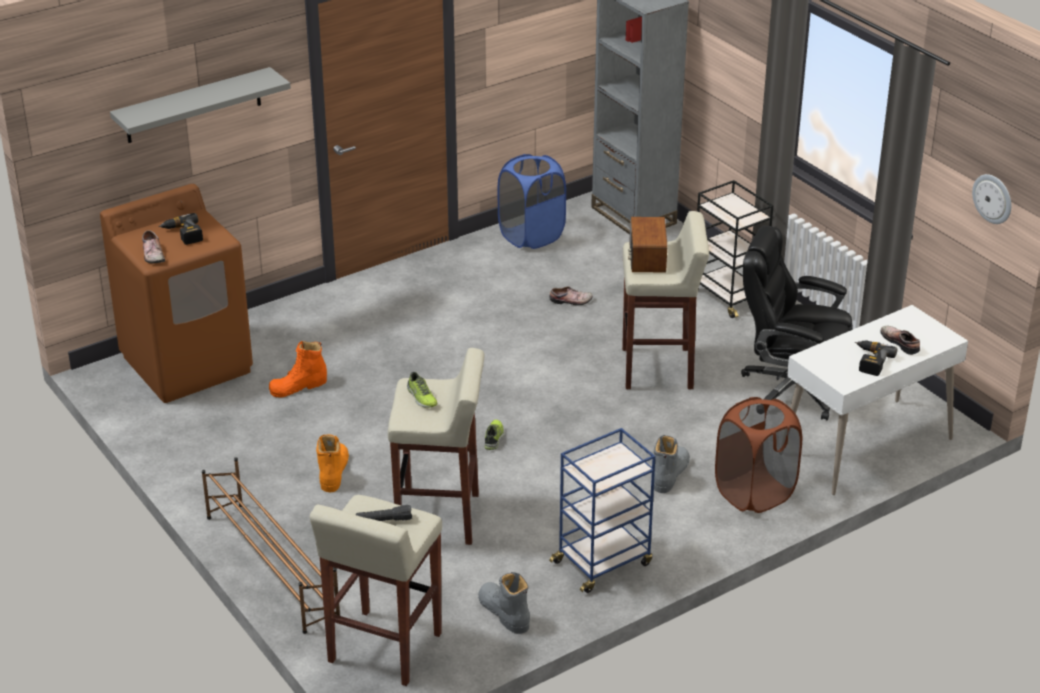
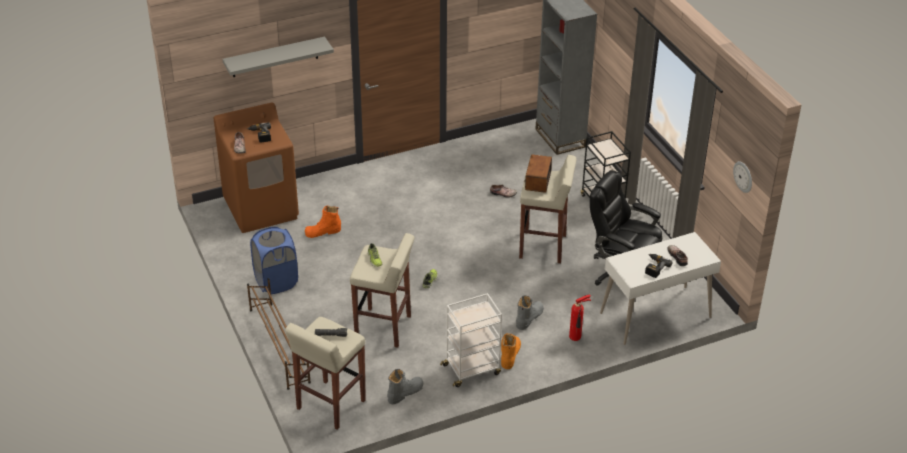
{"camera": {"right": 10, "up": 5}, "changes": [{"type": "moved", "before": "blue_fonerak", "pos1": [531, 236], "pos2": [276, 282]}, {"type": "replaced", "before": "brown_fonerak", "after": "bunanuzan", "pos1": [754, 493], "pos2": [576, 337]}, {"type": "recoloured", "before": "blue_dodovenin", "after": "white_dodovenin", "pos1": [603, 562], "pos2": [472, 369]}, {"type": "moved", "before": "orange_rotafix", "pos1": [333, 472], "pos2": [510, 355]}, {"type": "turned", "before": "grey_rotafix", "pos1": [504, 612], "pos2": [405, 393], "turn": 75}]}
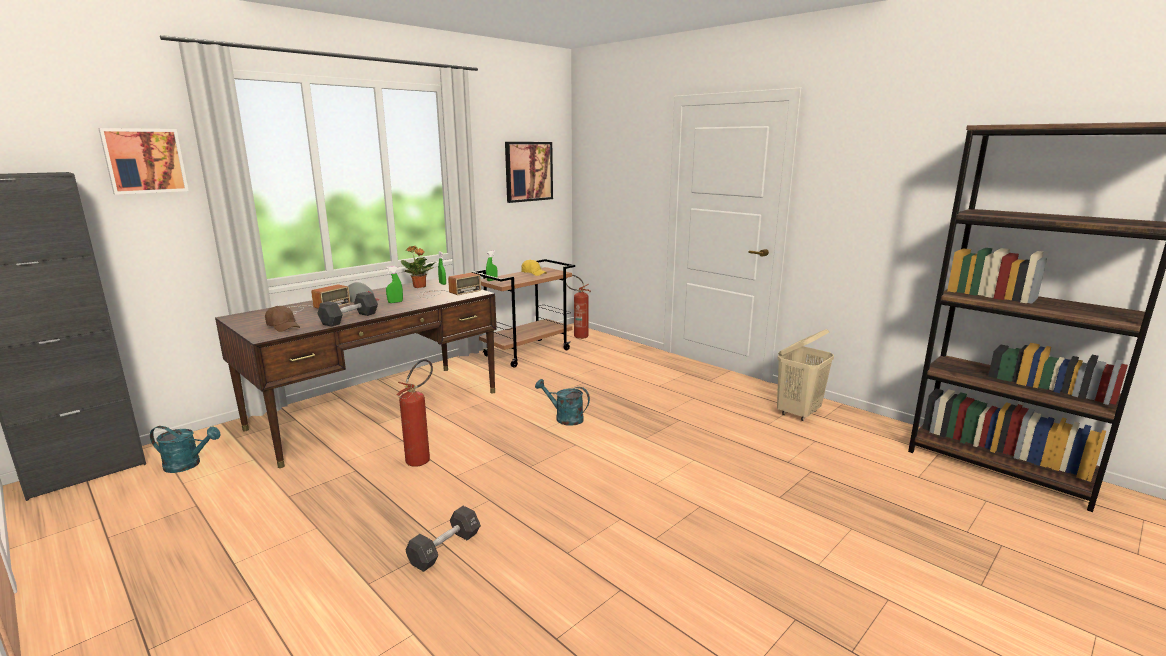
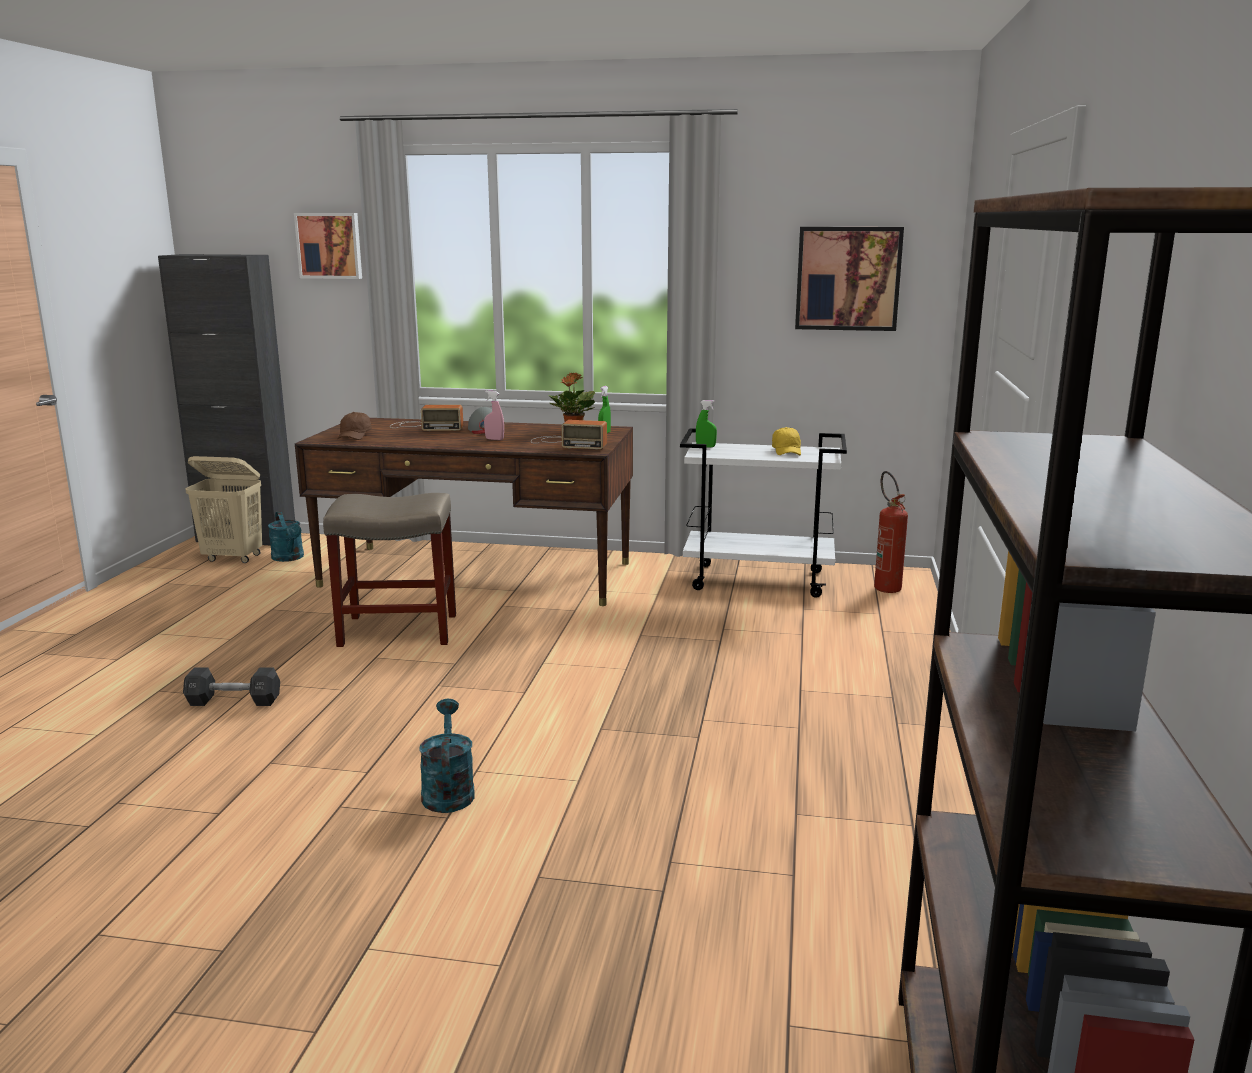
{"camera": {"right": 55, "up": 0}, "changes": [{"type": "recoloured", "before": "brown_dodovenin", "after": "white_dodovenin", "pos1": [527, 352], "pos2": [759, 580]}, {"type": "recoloured", "before": "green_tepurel", "after": "pink_tepurel", "pos1": [395, 302], "pos2": [494, 439]}, {"type": "removed", "before": "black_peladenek", "pos1": [349, 319]}, {"type": "moved", "before": "beige_fonerak", "pos1": [799, 413], "pos2": [233, 558]}, {"type": "replaced", "before": "bunanuzan", "after": "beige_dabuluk", "pos1": [422, 458], "pos2": [396, 630]}, {"type": "moved", "before": "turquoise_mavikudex", "pos1": [564, 418], "pos2": [448, 790]}]}
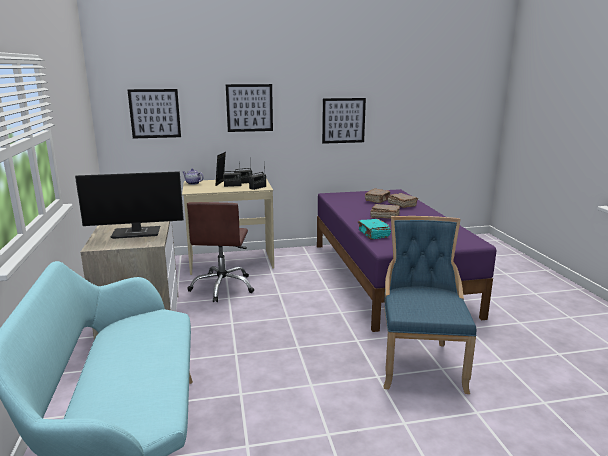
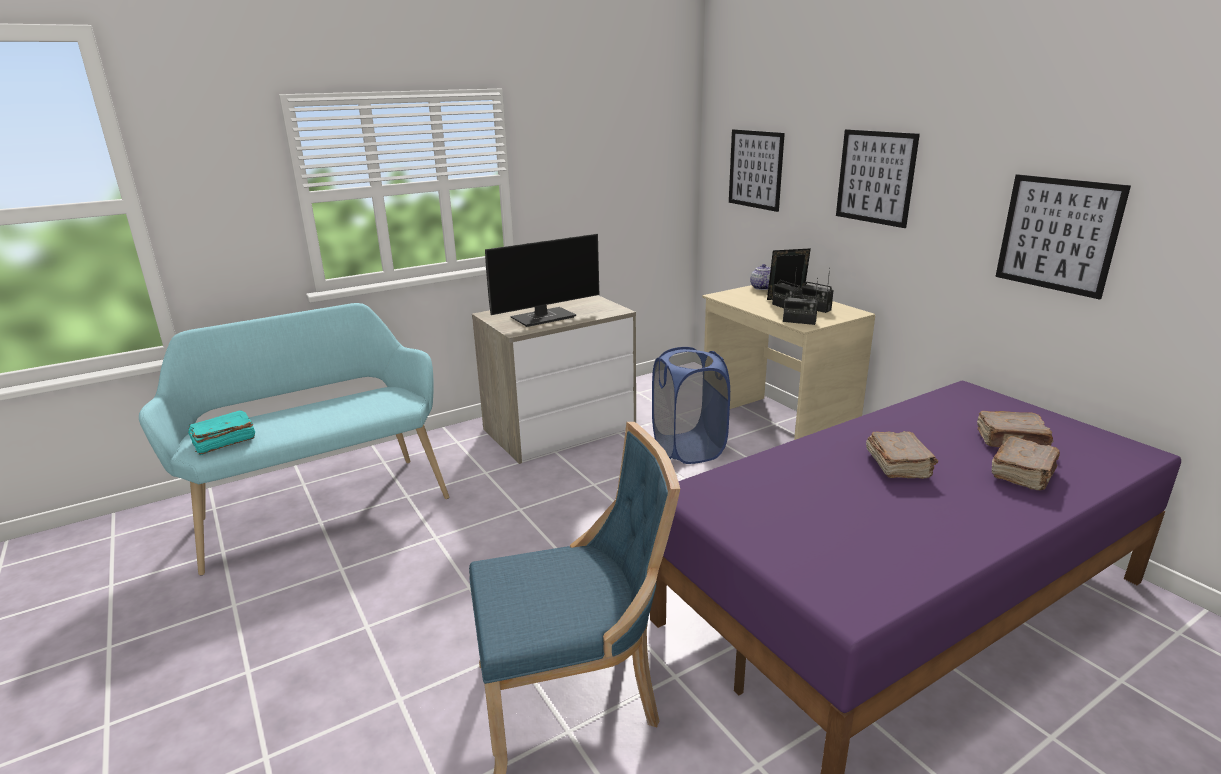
{"camera": {"right": 70, "up": 5}, "changes": [{"type": "turned", "before": "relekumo", "pos1": [137, 233], "pos2": [544, 317], "turn": -90}, {"type": "replaced", "before": "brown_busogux", "after": "blue_fonerak", "pos1": [223, 287], "pos2": [688, 448]}, {"type": "moved", "before": "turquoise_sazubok", "pos1": [373, 234], "pos2": [223, 442]}]}
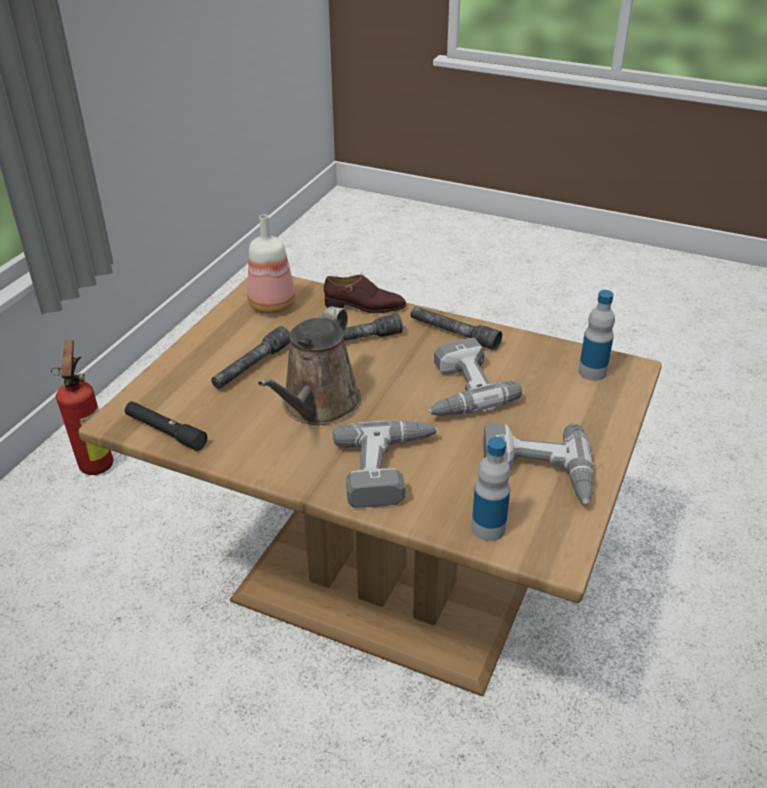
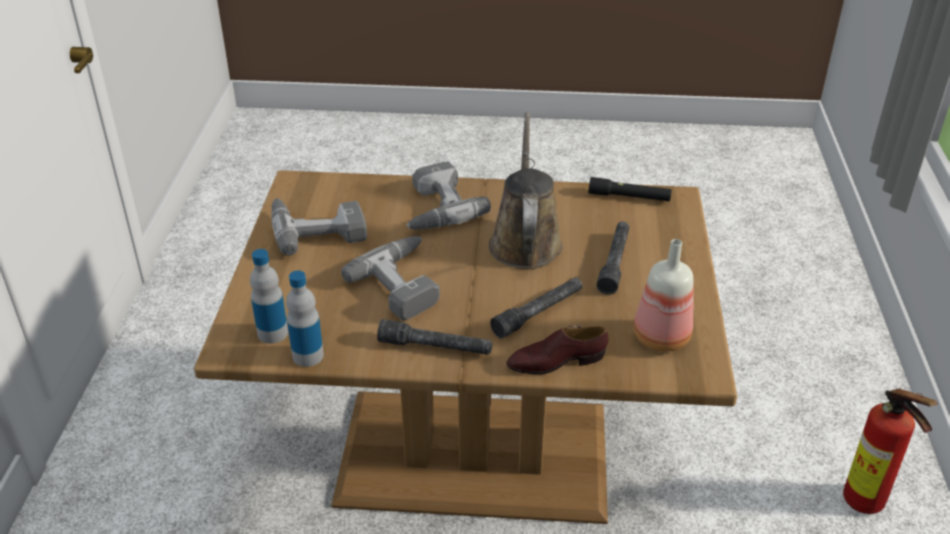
{"camera": {"right": 160, "up": 0}, "changes": [{"type": "moved", "before": "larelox", "pos1": [488, 528], "pos2": [308, 356]}]}
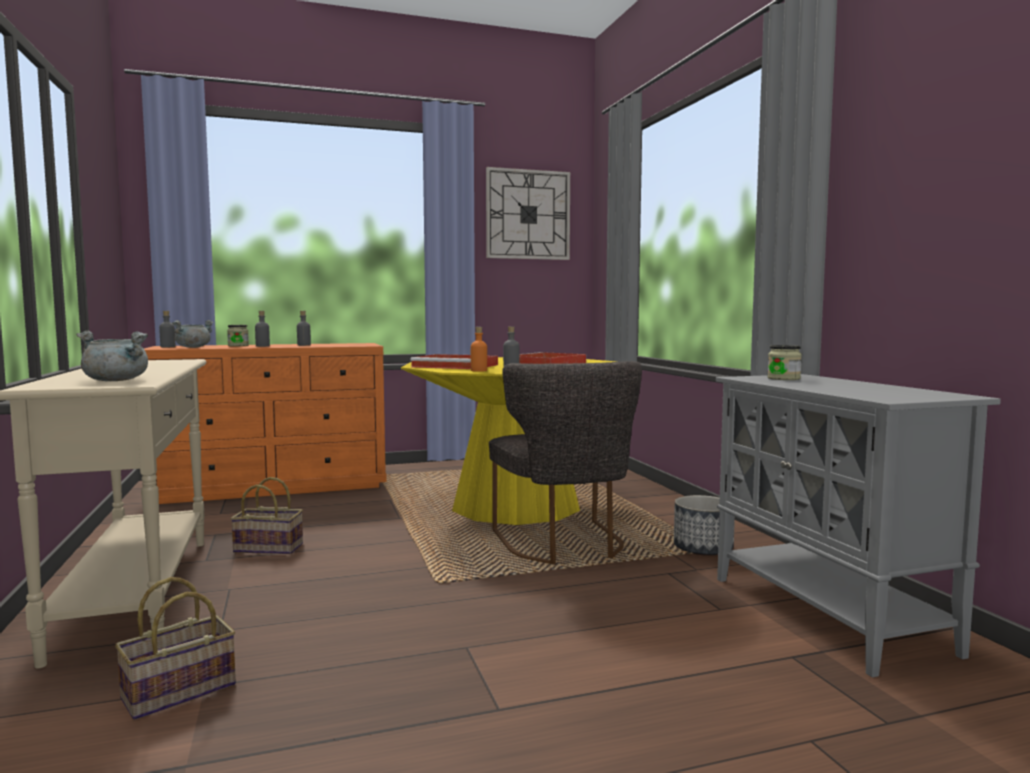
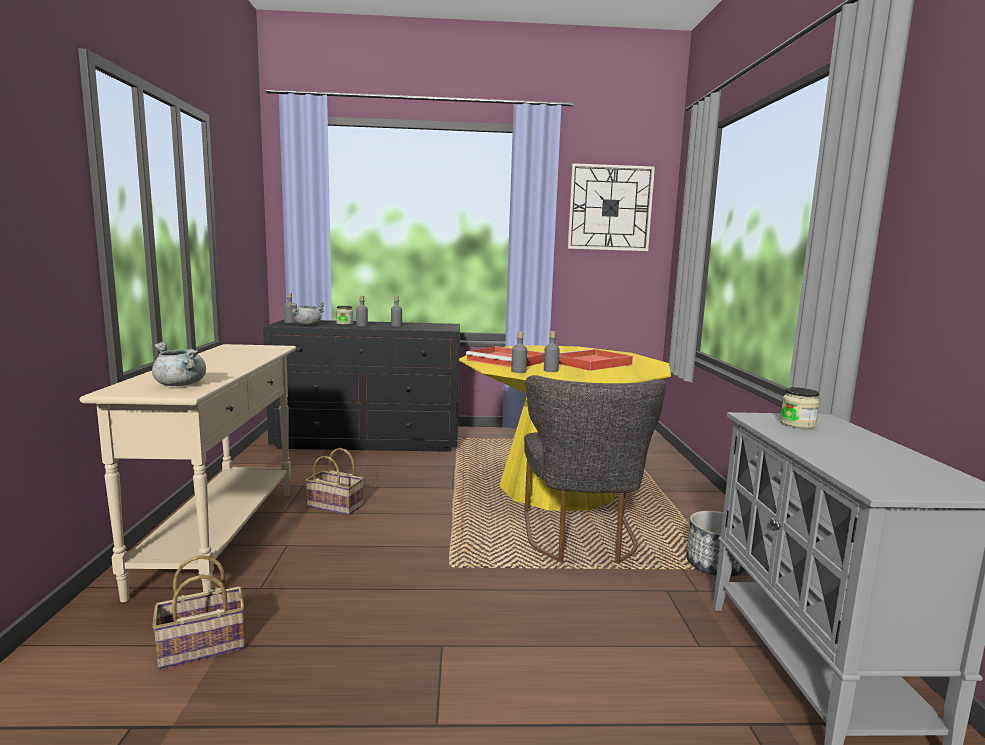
{"camera": {"right": 15, "up": 5}, "changes": [{"type": "recoloured", "before": "orange_larelox", "after": "grey_larelox", "pos1": [479, 370], "pos2": [518, 371]}, {"type": "recoloured", "before": "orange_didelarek", "after": "black_didelarek", "pos1": [275, 486], "pos2": [370, 440]}]}
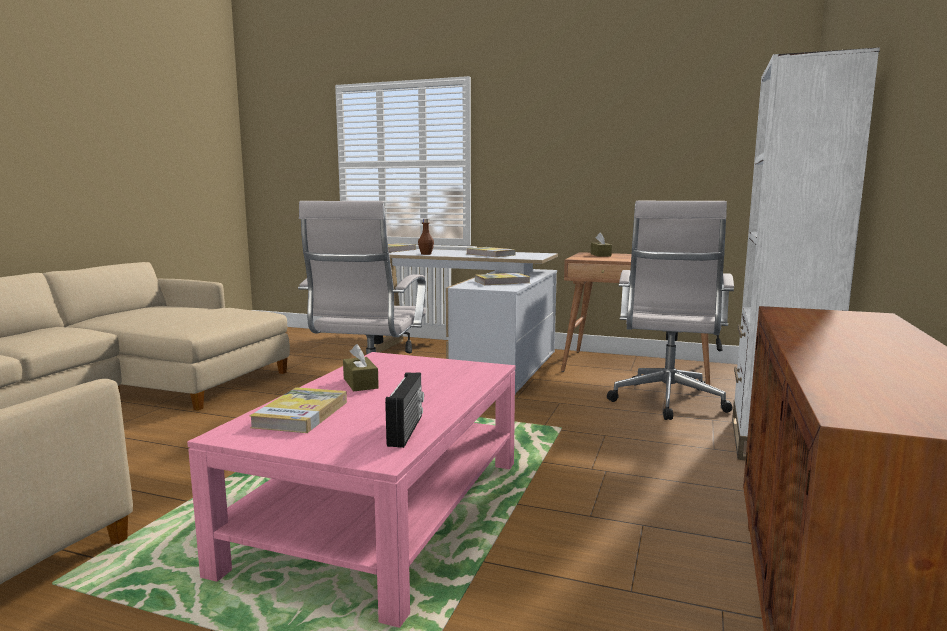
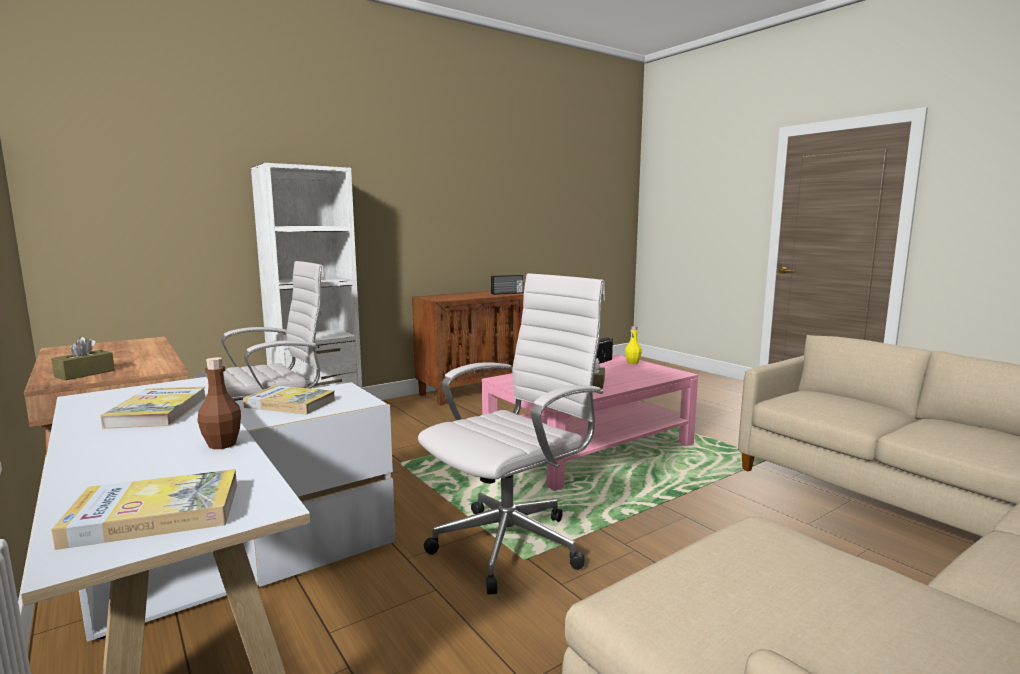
{"camera": {"right": -145, "up": 0}, "changes": [{"type": "removed", "before": "sazubok", "pos1": [301, 414]}, {"type": "added", "after": "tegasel", "pos2": [507, 293]}, {"type": "added", "after": "yellow_larelox", "pos2": [632, 363]}]}
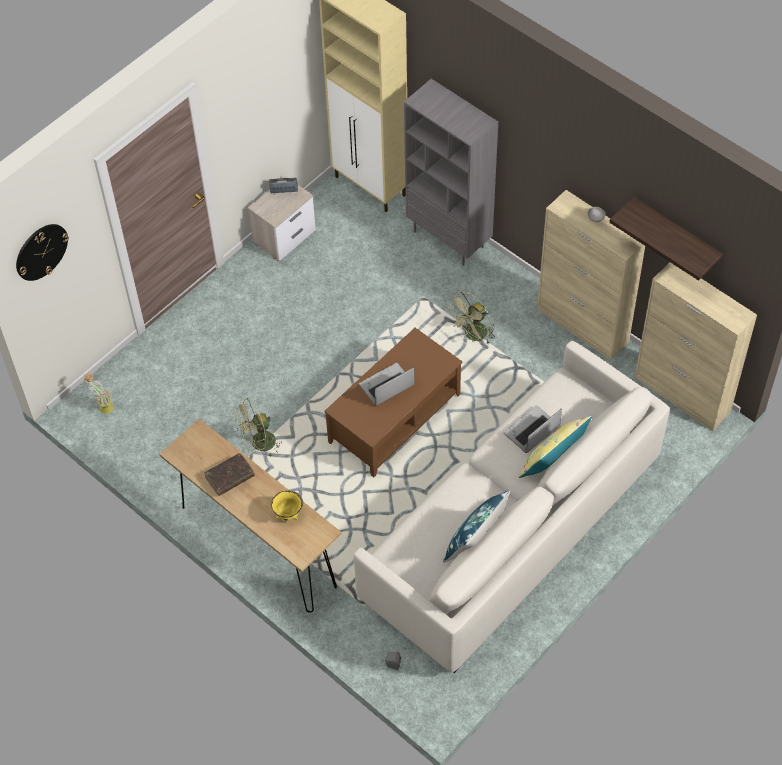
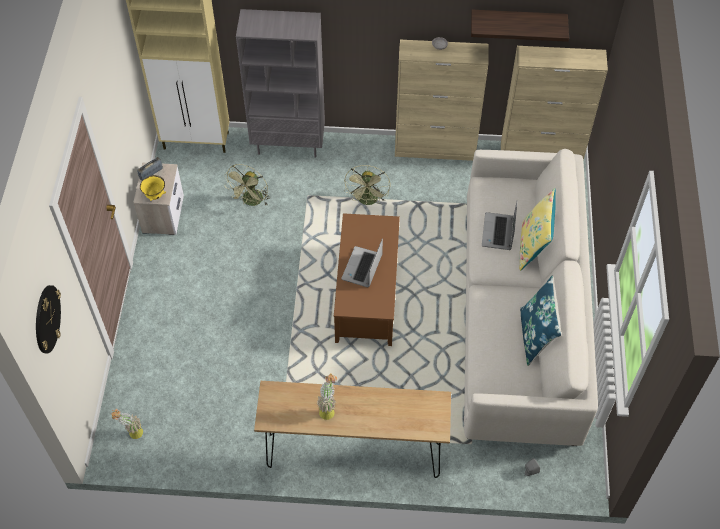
{"camera": {"right": -40, "up": 0}, "changes": [{"type": "moved", "before": "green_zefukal", "pos1": [259, 444], "pos2": [251, 202]}, {"type": "replaced", "before": "brown_sazubok", "after": "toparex", "pos1": [230, 477], "pos2": [328, 409]}, {"type": "moved", "before": "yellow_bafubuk", "pos1": [288, 514], "pos2": [155, 195]}]}
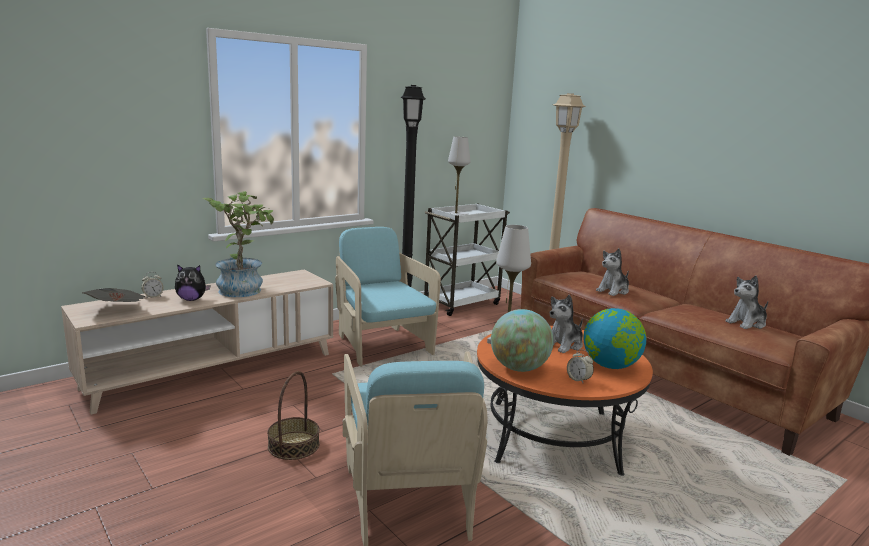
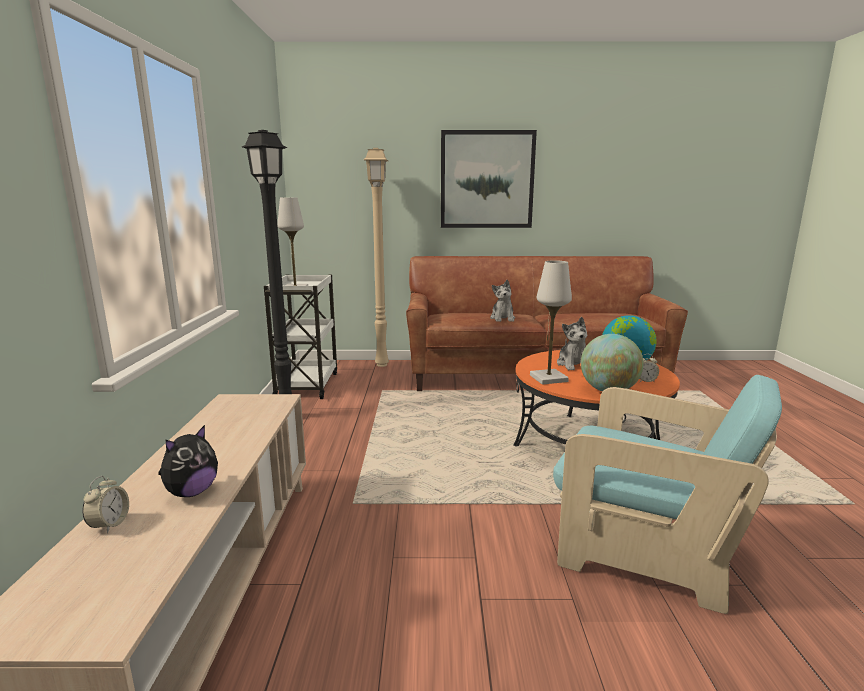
{"camera": {"right": -50, "up": 0}, "changes": [{"type": "removed", "before": "toparex", "pos1": [244, 288]}, {"type": "removed", "before": "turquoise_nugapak", "pos1": [382, 345]}, {"type": "removed", "before": "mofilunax", "pos1": [747, 323]}, {"type": "removed", "before": "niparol", "pos1": [118, 310]}, {"type": "removed", "before": "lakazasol", "pos1": [293, 445]}, {"type": "added", "after": "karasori", "pos2": [487, 180]}]}
